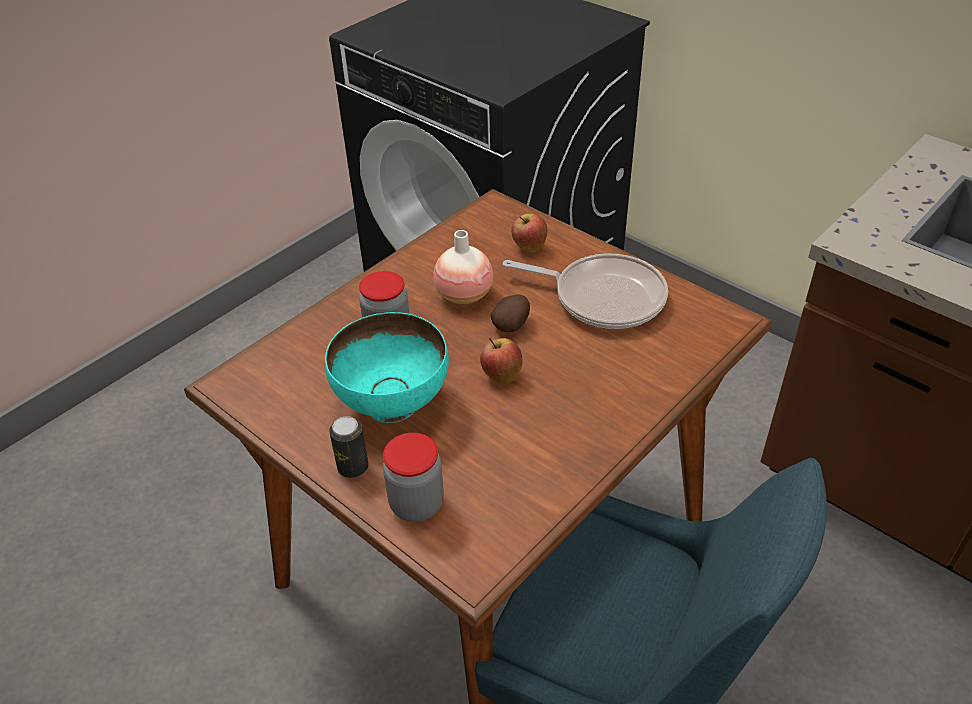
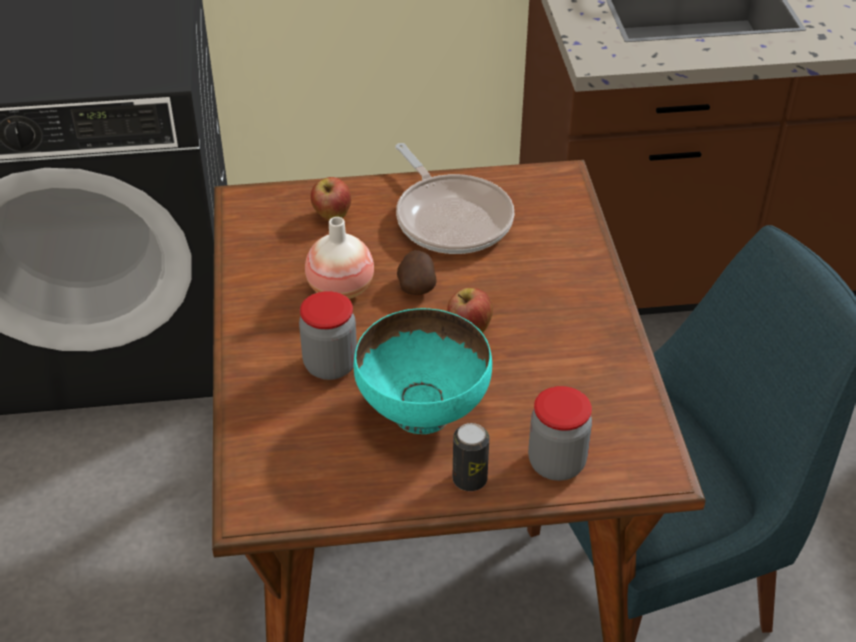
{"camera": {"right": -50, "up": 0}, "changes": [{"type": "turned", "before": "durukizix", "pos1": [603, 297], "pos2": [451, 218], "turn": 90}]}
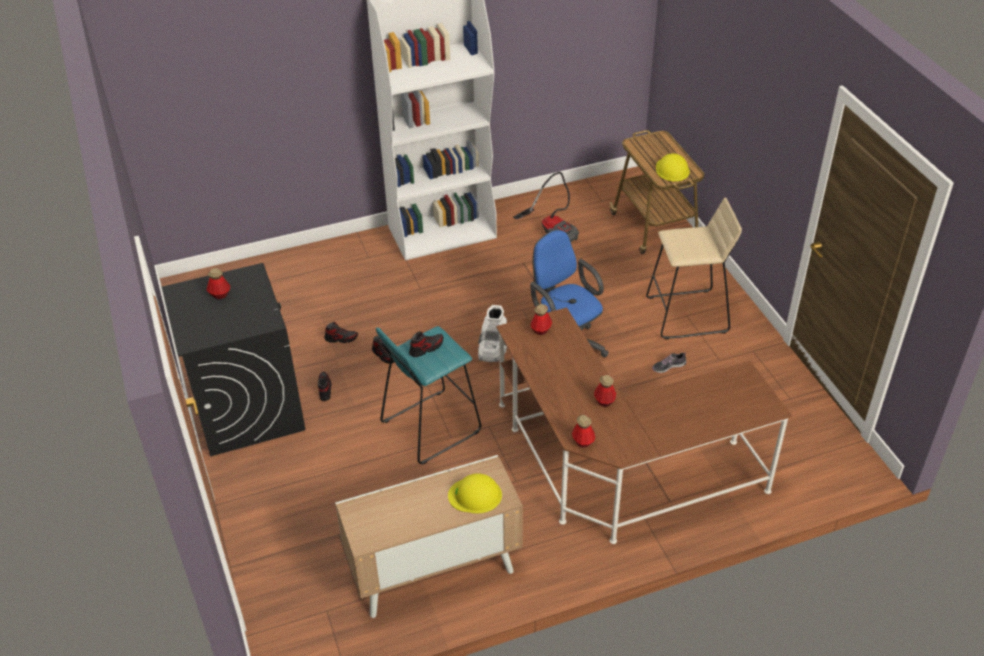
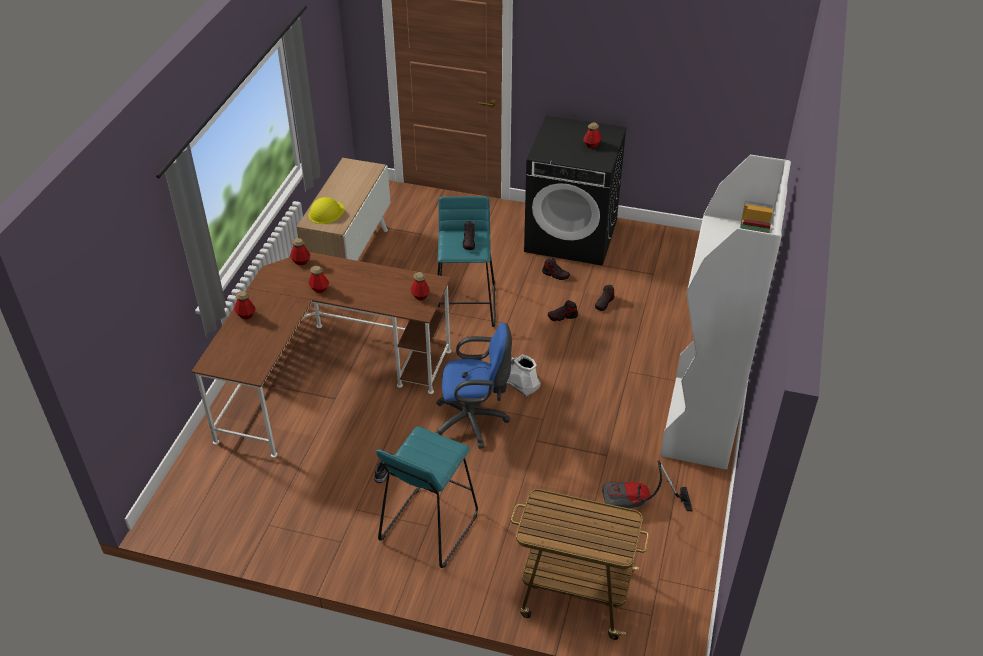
{"camera": {"right": 125, "up": 0}, "changes": [{"type": "removed", "before": "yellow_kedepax", "pos1": [672, 169]}, {"type": "recoloured", "before": "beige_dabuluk", "after": "turquoise_dabuluk", "pos1": [687, 315], "pos2": [428, 527]}, {"type": "added", "after": "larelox", "pos2": [246, 315]}]}
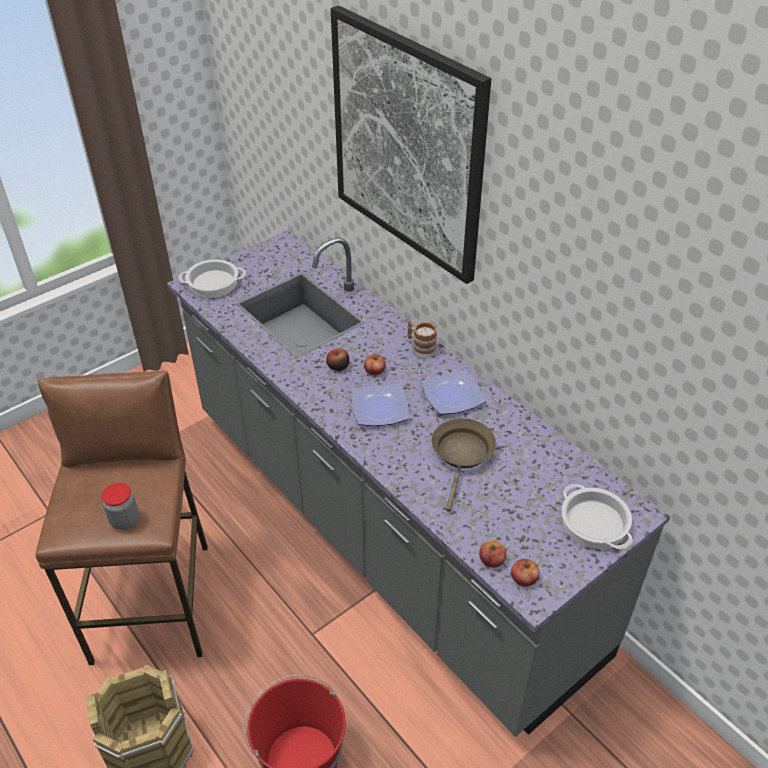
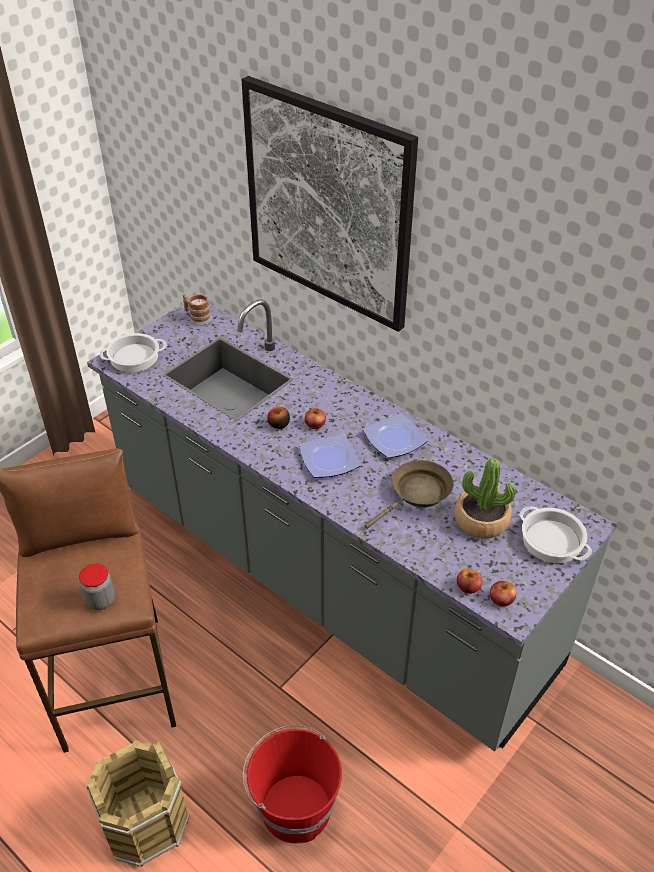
{"camera": {"right": -10, "up": 0}, "changes": [{"type": "moved", "before": "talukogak", "pos1": [420, 347], "pos2": [197, 318]}, {"type": "turned", "before": "brown_durukizix", "pos1": [462, 455], "pos2": [417, 494], "turn": 45}, {"type": "added", "after": "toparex", "pos2": [481, 520]}]}
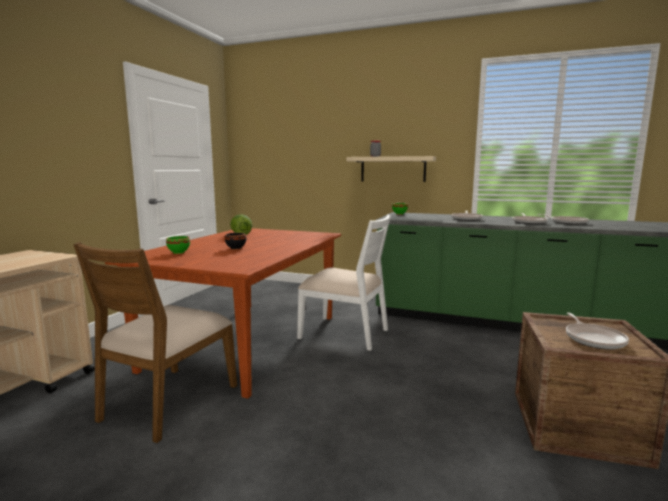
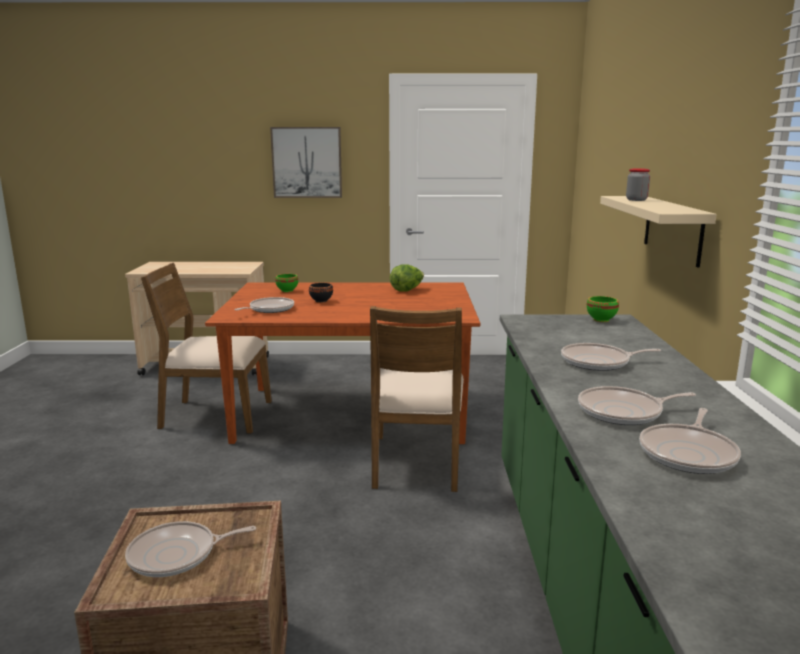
{"camera": {"right": 70, "up": 5}, "changes": [{"type": "recoloured", "before": "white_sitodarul", "after": "brown_sitodarul", "pos1": [345, 333], "pos2": [417, 462]}, {"type": "added", "after": "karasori", "pos2": [307, 162]}, {"type": "added", "after": "durukizix", "pos2": [269, 309]}]}
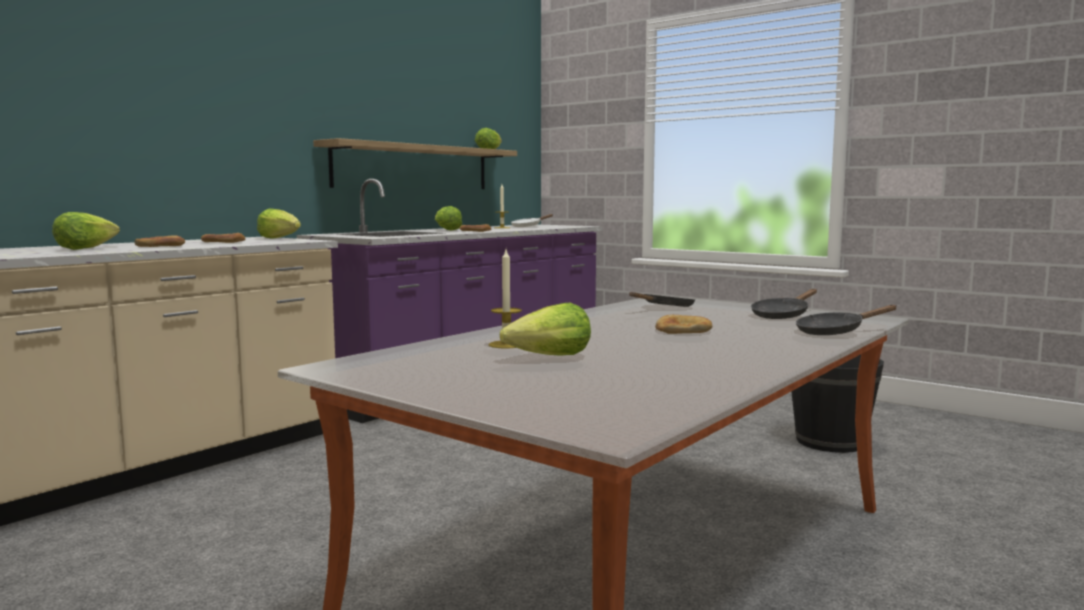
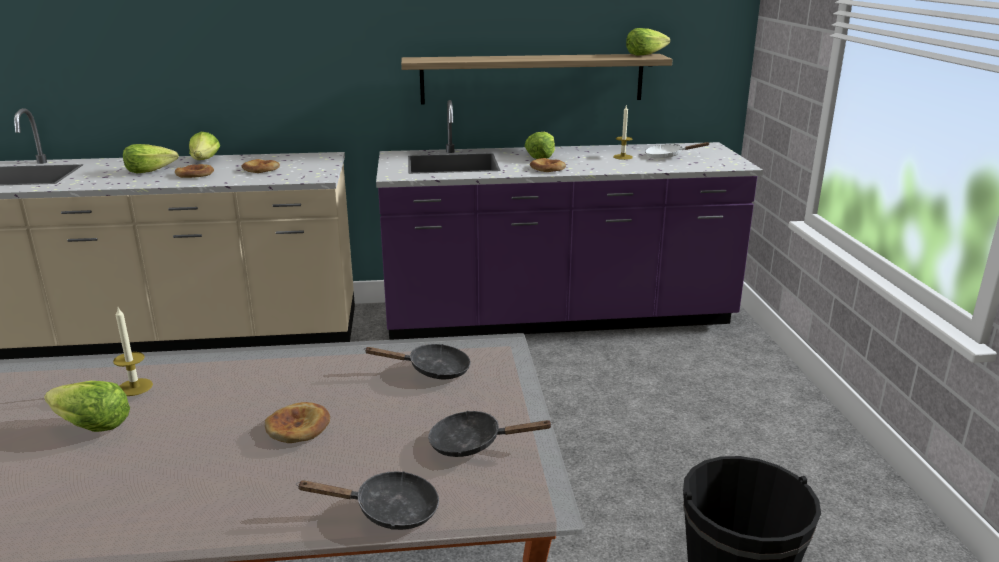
{"camera": {"right": 45, "up": 15}, "changes": [{"type": "moved", "before": "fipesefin", "pos1": [280, 238], "pos2": [205, 160]}, {"type": "turned", "before": "black_durukizix", "pos1": [835, 332], "pos2": [388, 511], "turn": 150}]}
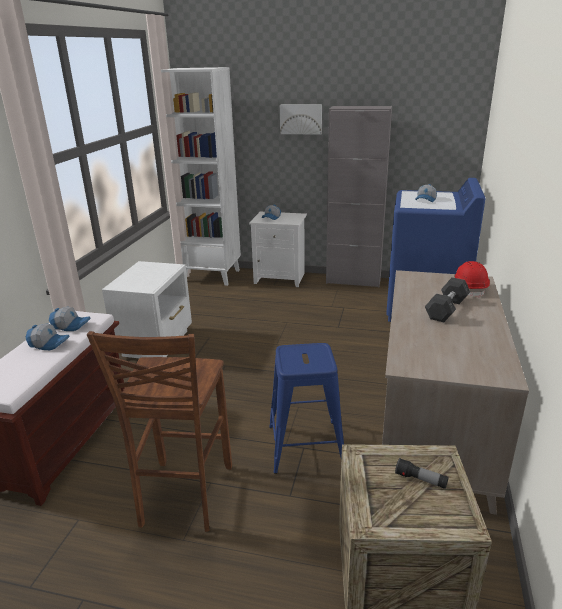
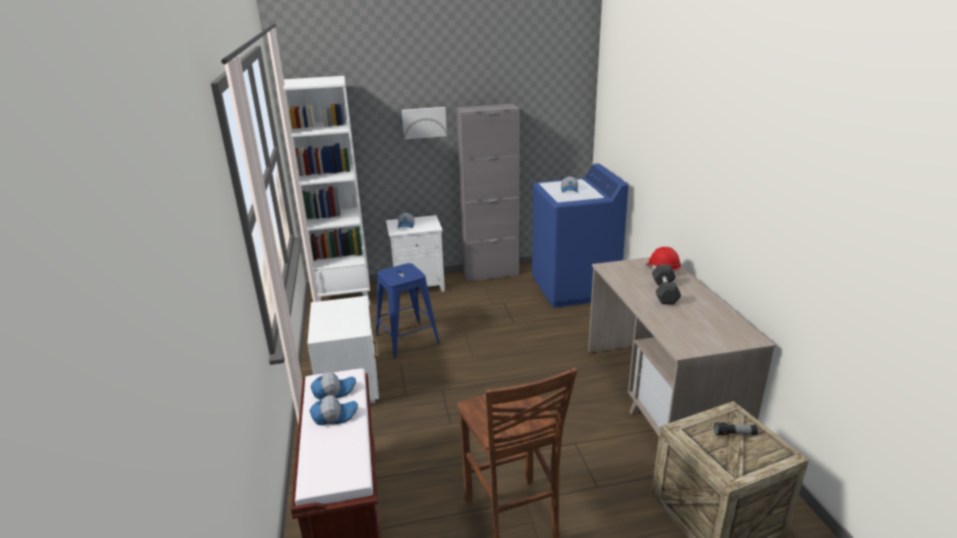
{"camera": {"right": -25, "up": 0}, "changes": [{"type": "moved", "before": "blue_dabuluk", "pos1": [305, 446], "pos2": [407, 339]}]}
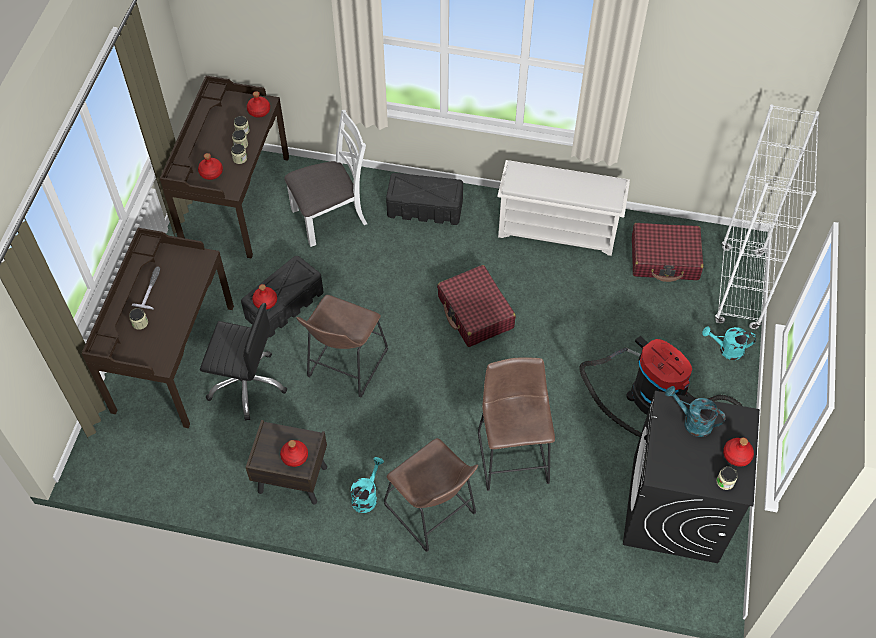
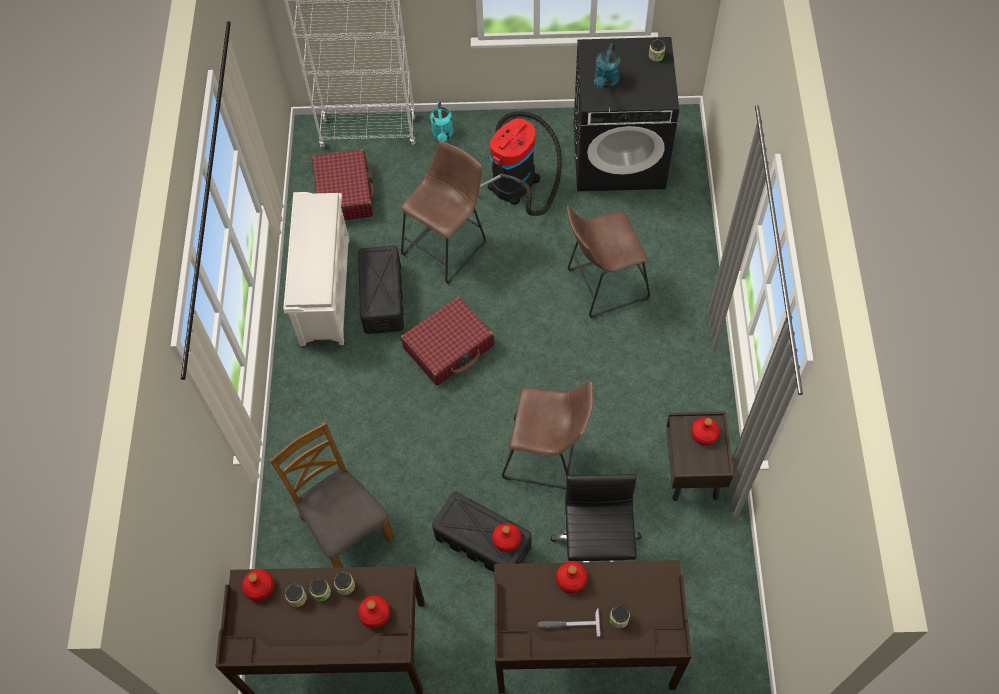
{"camera": {"right": -100, "up": 5}, "changes": [{"type": "recoloured", "before": "white_sitodarul", "after": "brown_sitodarul", "pos1": [330, 216], "pos2": [344, 527]}, {"type": "moved", "before": "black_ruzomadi", "pos1": [425, 208], "pos2": [382, 297]}, {"type": "moved", "before": "red_larelox", "pos1": [737, 455], "pos2": [571, 579]}, {"type": "moved", "before": "brown_dabuluk", "pos1": [432, 513], "pos2": [447, 245]}, {"type": "removed", "before": "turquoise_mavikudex", "pos1": [366, 496]}]}
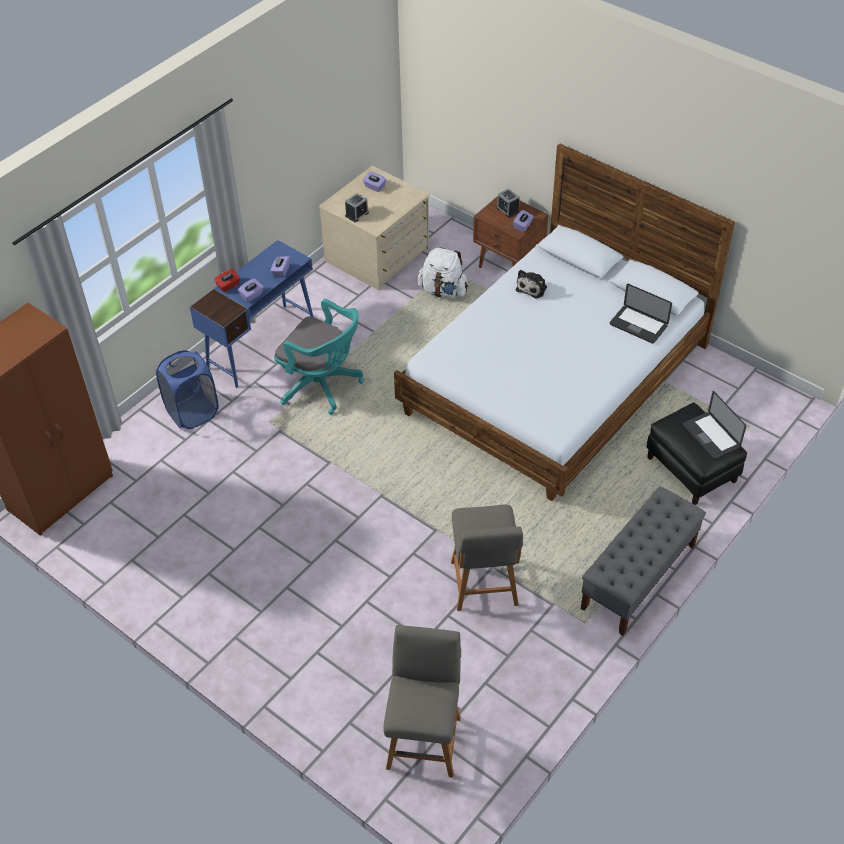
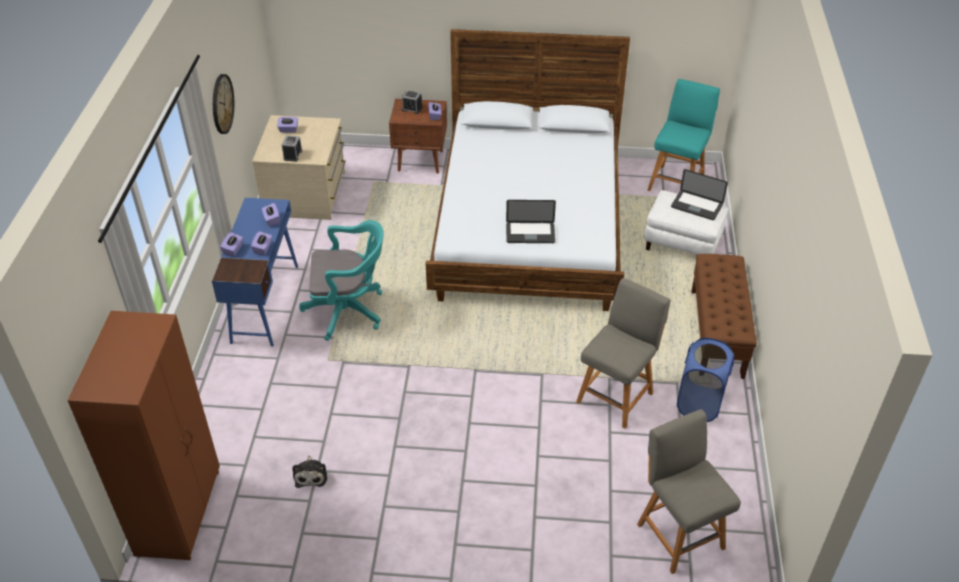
{"camera": {"right": -35, "up": -5}, "changes": [{"type": "removed", "before": "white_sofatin", "pos1": [443, 291]}, {"type": "recoloured", "before": "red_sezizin", "after": "purple_sezizin", "pos1": [228, 286], "pos2": [233, 249]}, {"type": "moved", "before": "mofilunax", "pos1": [532, 287], "pos2": [311, 475]}, {"type": "moved", "before": "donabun", "pos1": [638, 325], "pos2": [530, 233]}, {"type": "moved", "before": "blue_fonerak", "pos1": [192, 412], "pos2": [699, 403]}, {"type": "recoloured", "before": "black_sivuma", "after": "white_sivuma", "pos1": [692, 469], "pos2": [682, 243]}, {"type": "recoloured", "before": "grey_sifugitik", "after": "brown_sifugitik", "pos1": [638, 577], "pos2": [717, 333]}, {"type": "turned", "before": "grey_sitodarul", "pos1": [484, 585], "pos2": [616, 396], "turn": -105}, {"type": "added", "after": "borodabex", "pos2": [222, 104]}, {"type": "added", "after": "turquoise_sitodarul", "pos2": [676, 182]}]}
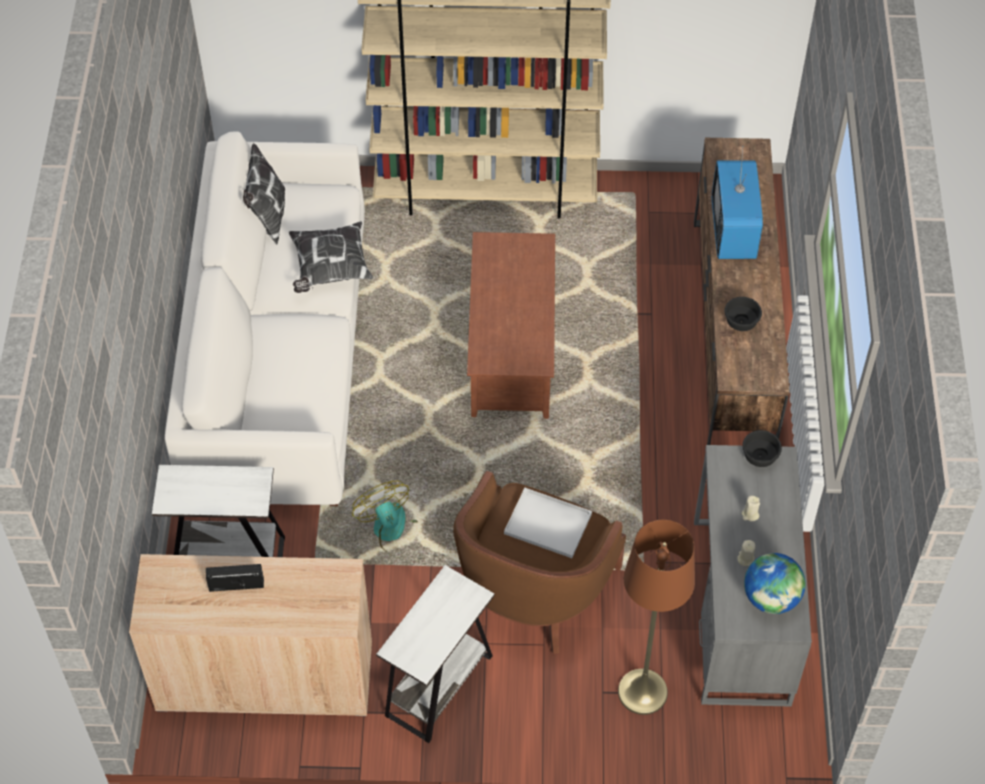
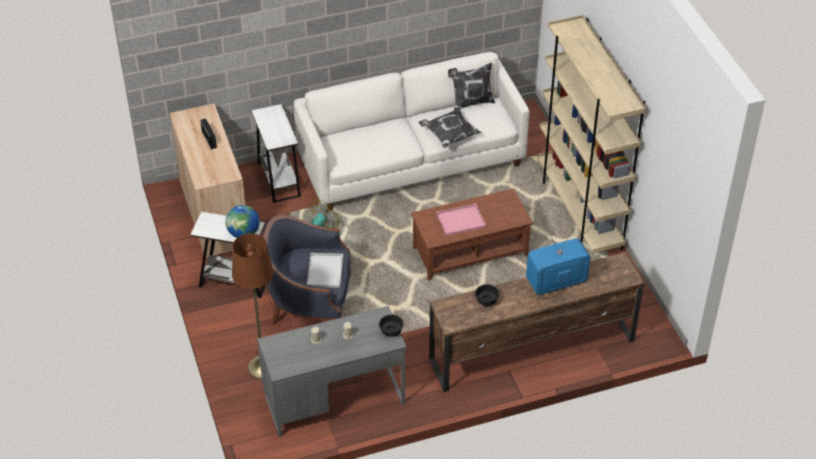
{"camera": {"right": 70, "up": -10}, "changes": [{"type": "recoloured", "before": "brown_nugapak", "after": "blue_nugapak", "pos1": [533, 588], "pos2": [311, 303]}, {"type": "moved", "before": "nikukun", "pos1": [771, 598], "pos2": [243, 233]}, {"type": "added", "after": "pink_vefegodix", "pos2": [461, 220]}]}
